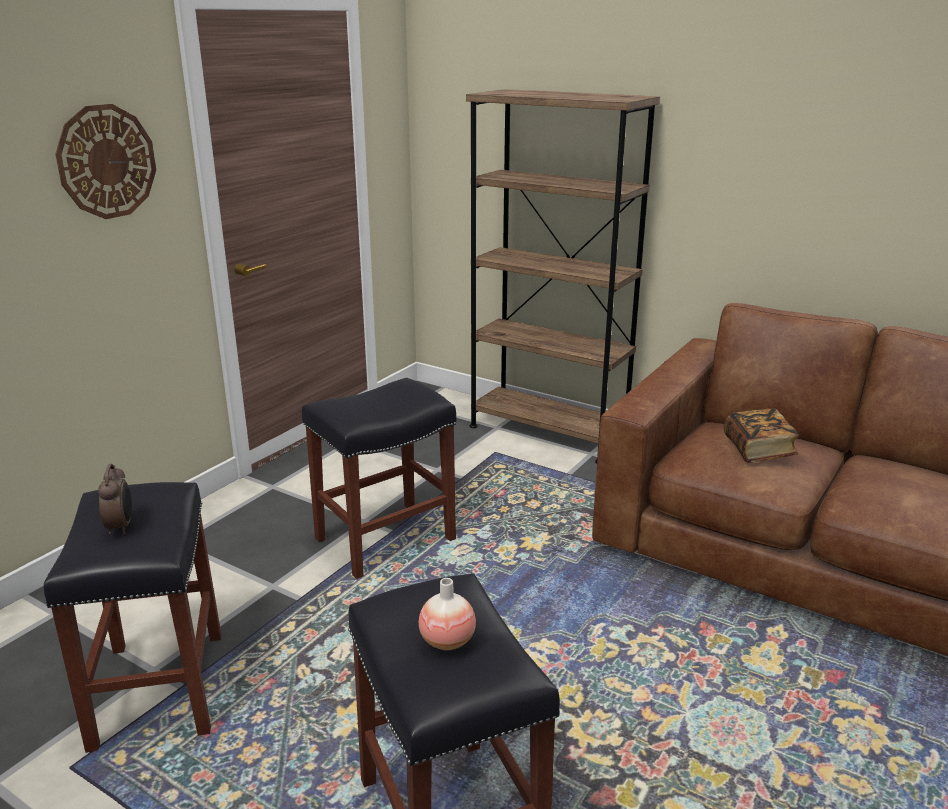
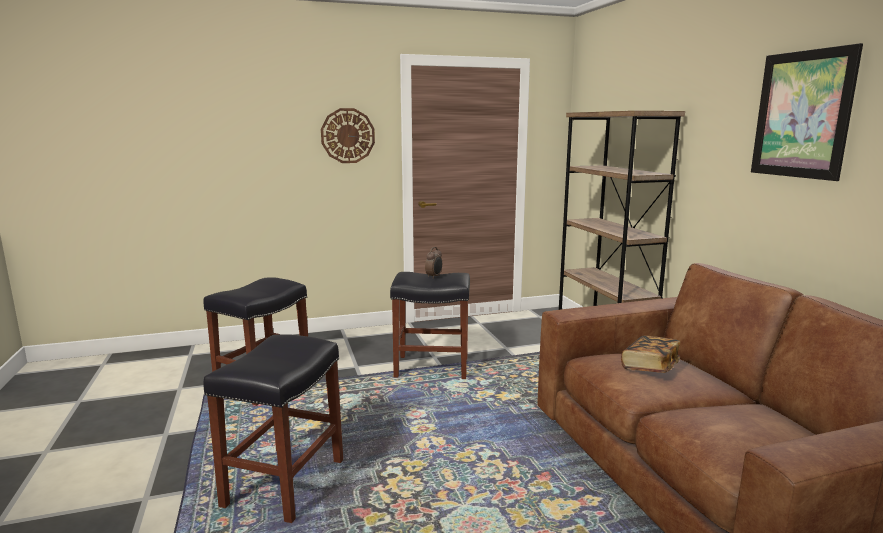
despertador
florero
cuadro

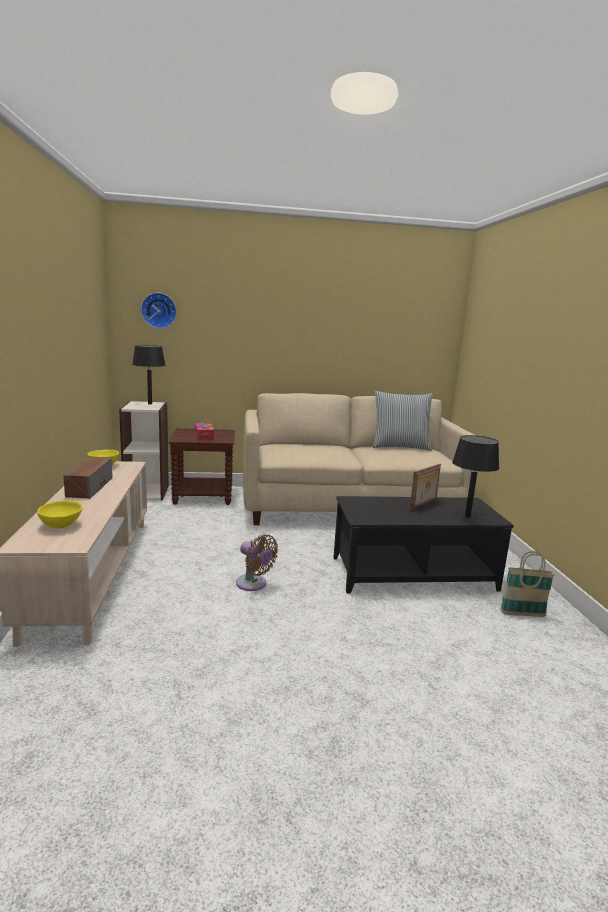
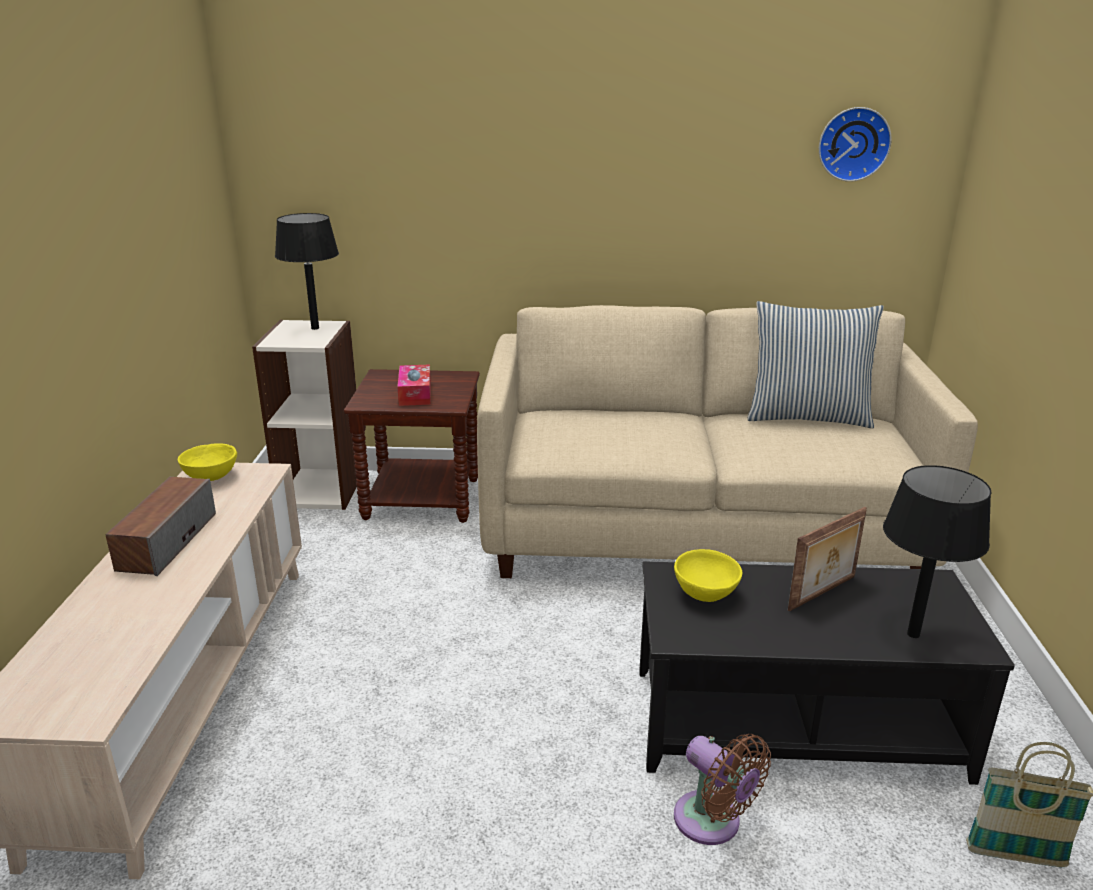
cuenco/amarillo (no. 2 from left)
reloj de pared
ventilador/marrón

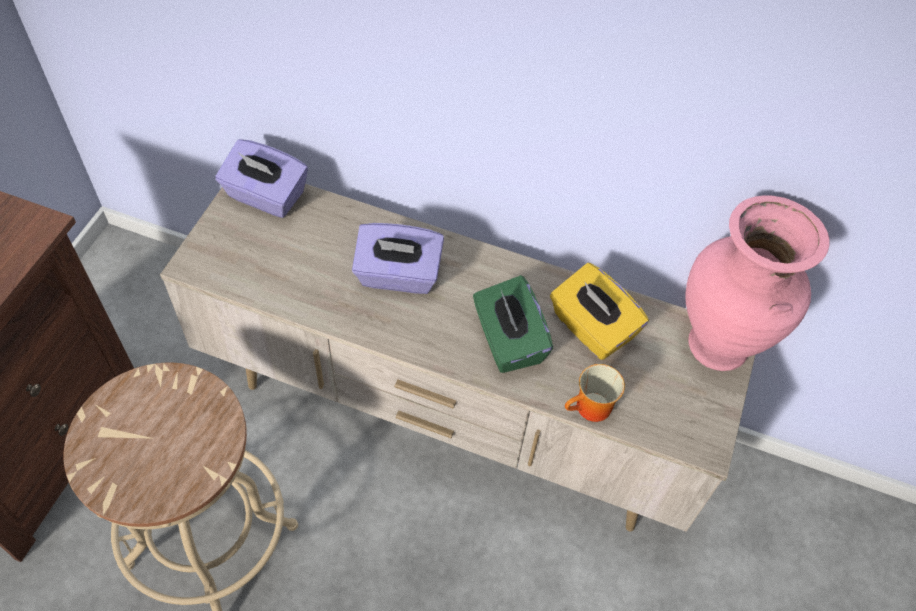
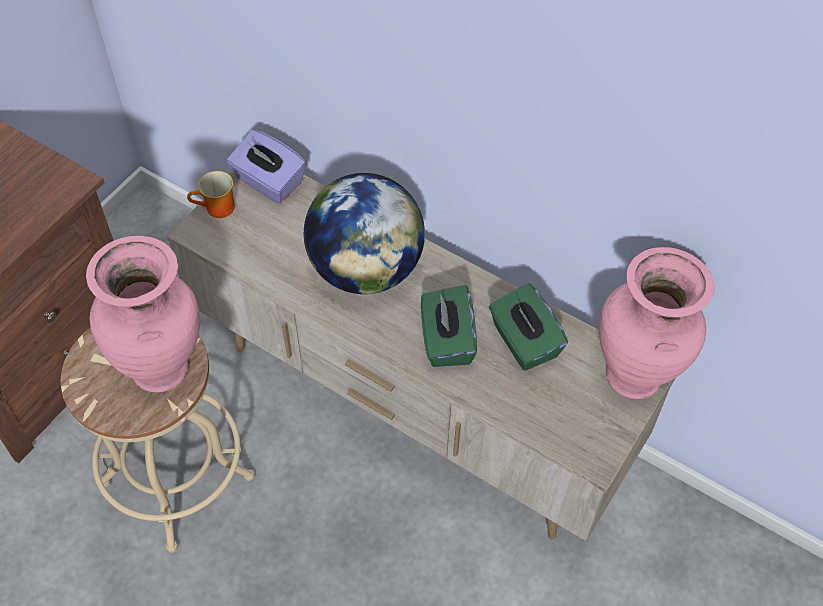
globo terráqueo
caja de pañuelos/verde (no. 2 from left)
taza grande
florero/rosa (no. 1 from left)

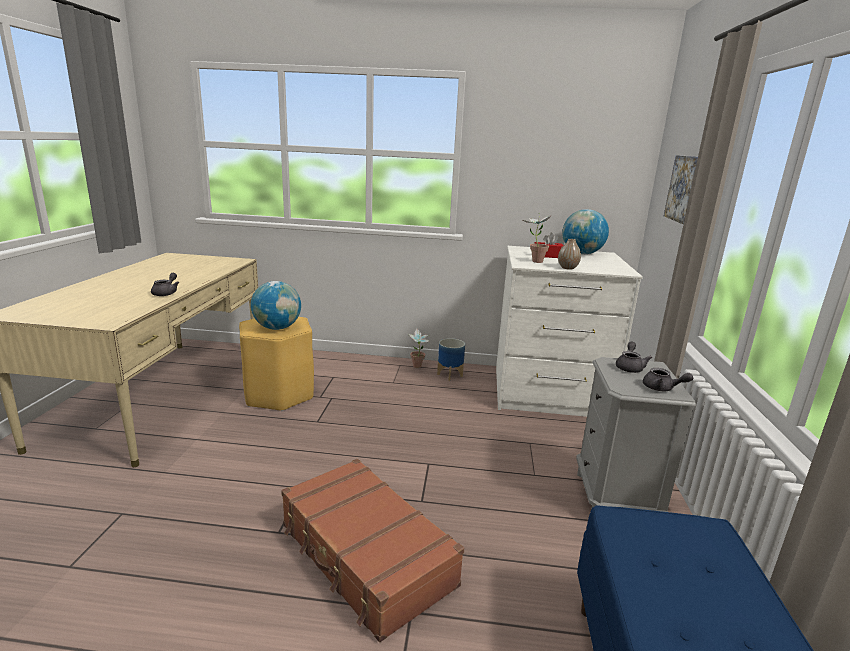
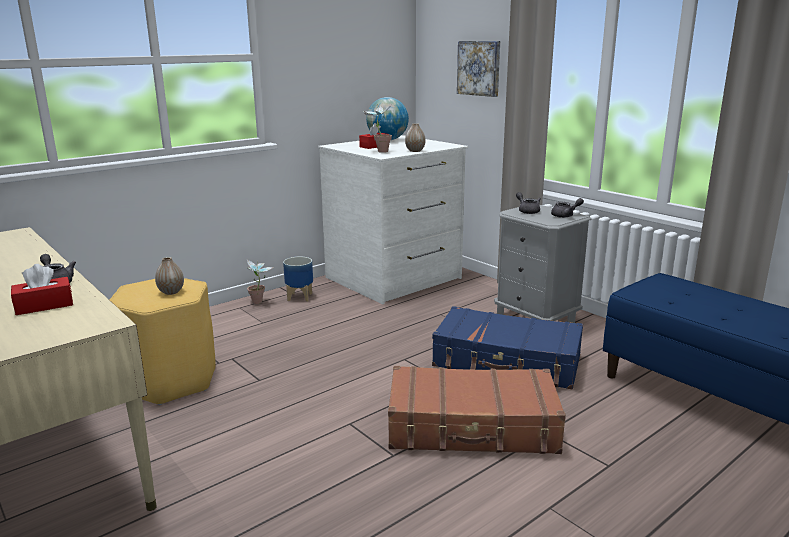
florero (no. 1 from left)
caja de pañuelos/rojo (no. 1 from left)
maleta/azul

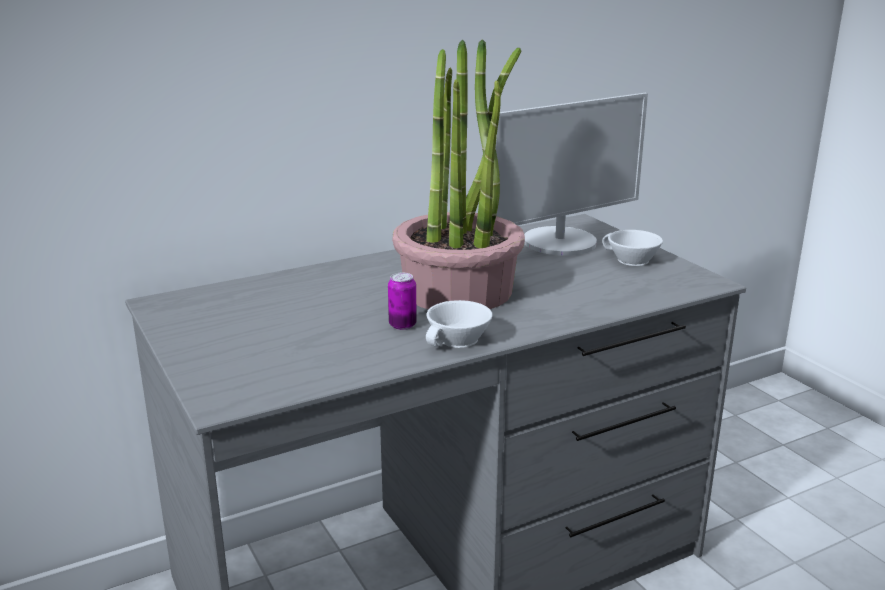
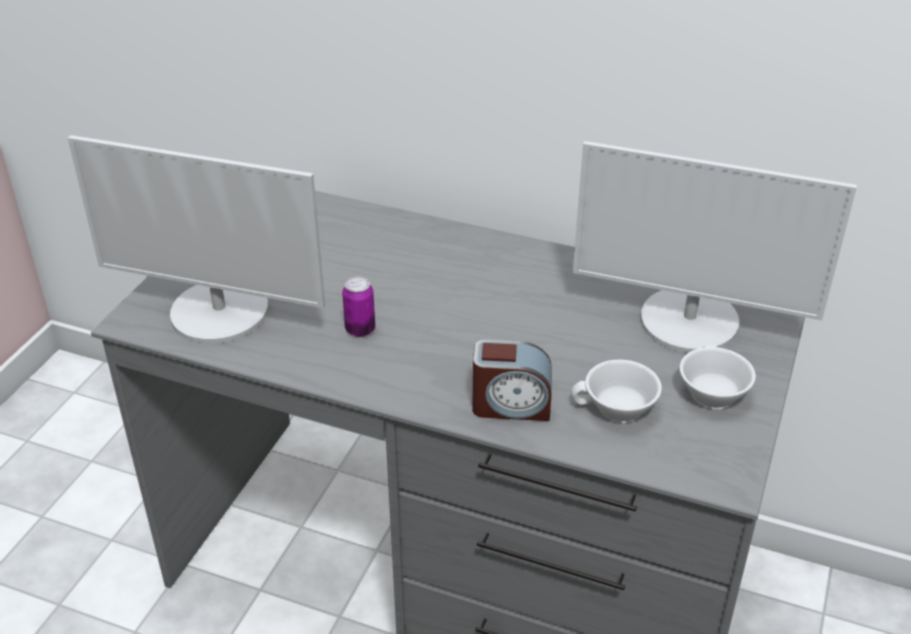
planta en maceta
taza/blanco (no. 1 from left)
monitor (no. 1 from left)
despertador

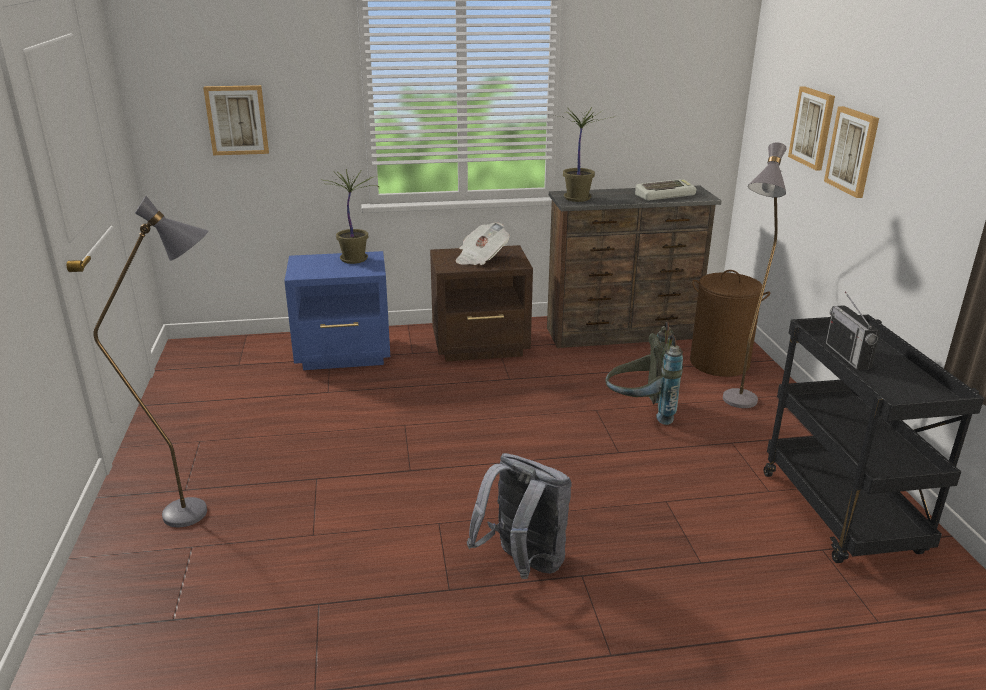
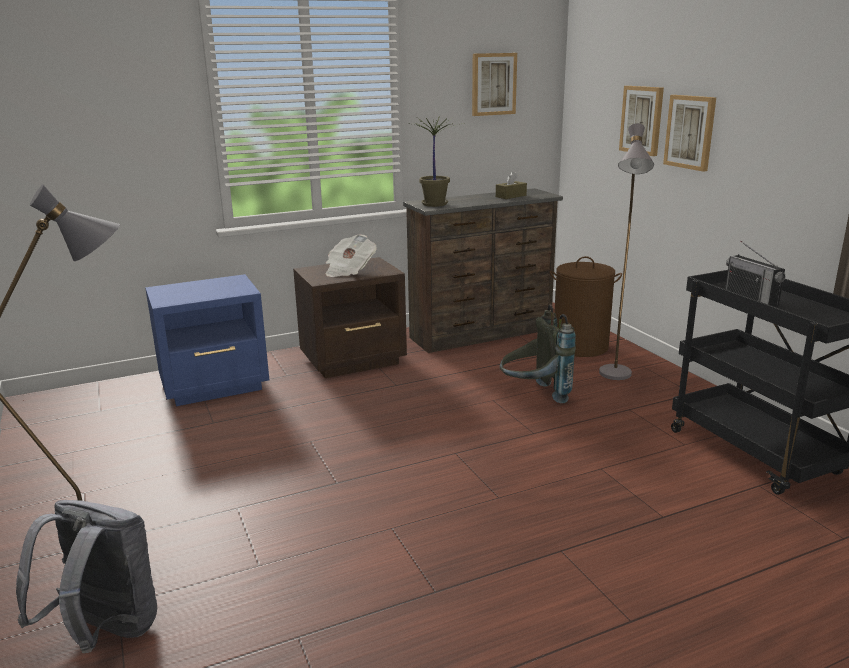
cuadro (no. 1 from left)
planta en maceta (no. 1 from left in the first image)
mochila/gris (no. 1 from left)
caja de pañuelos/marrón

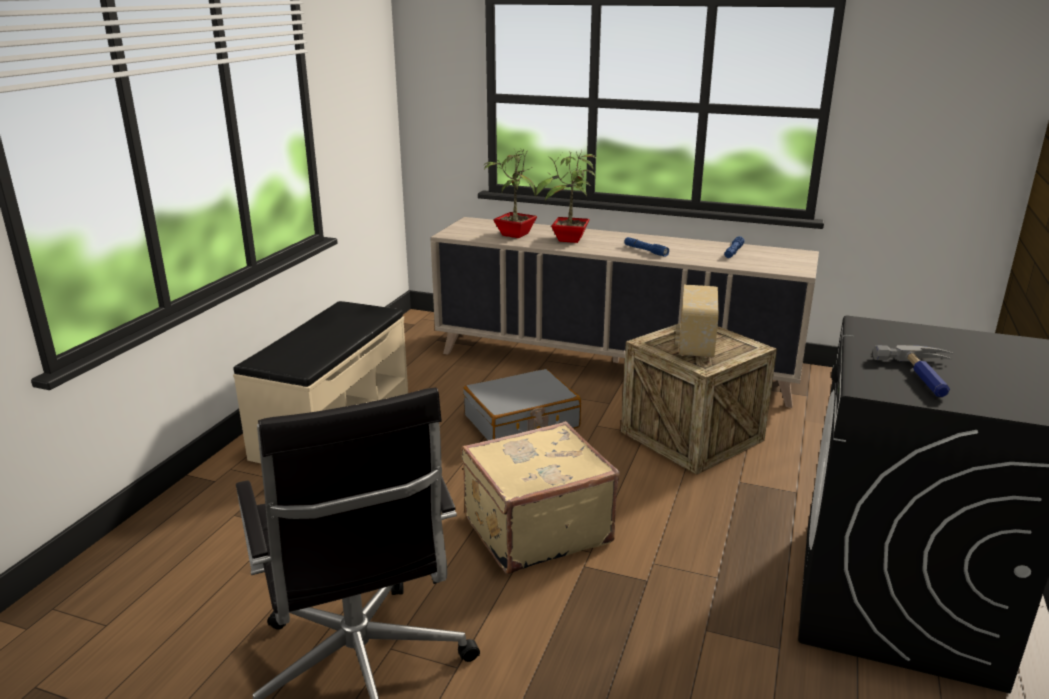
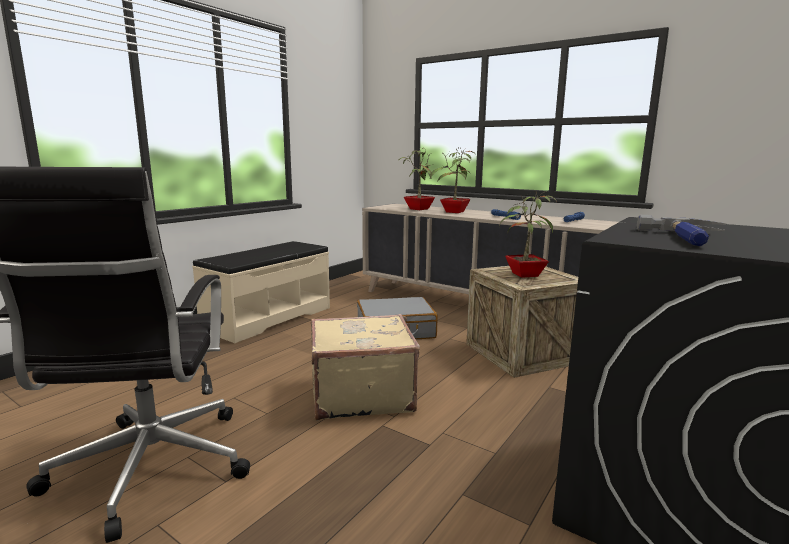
planta en maceta (no. 3 from left)

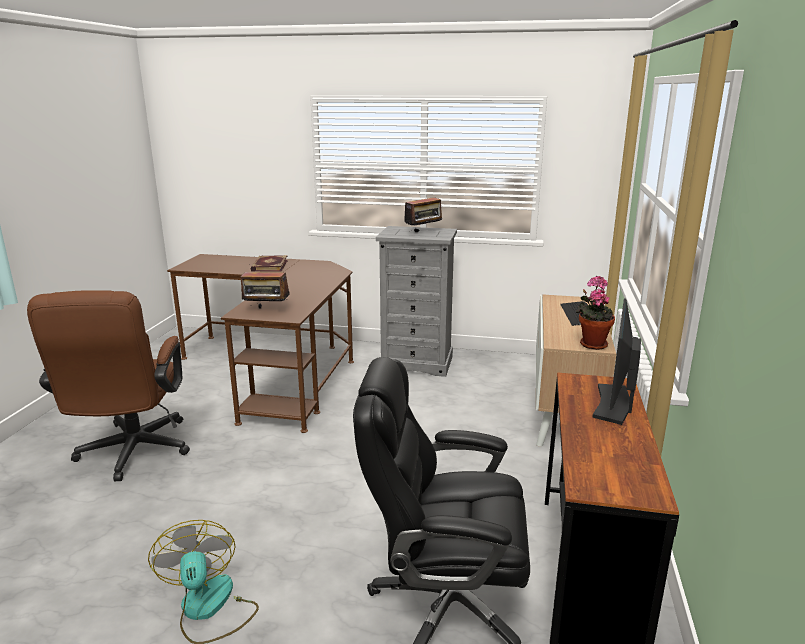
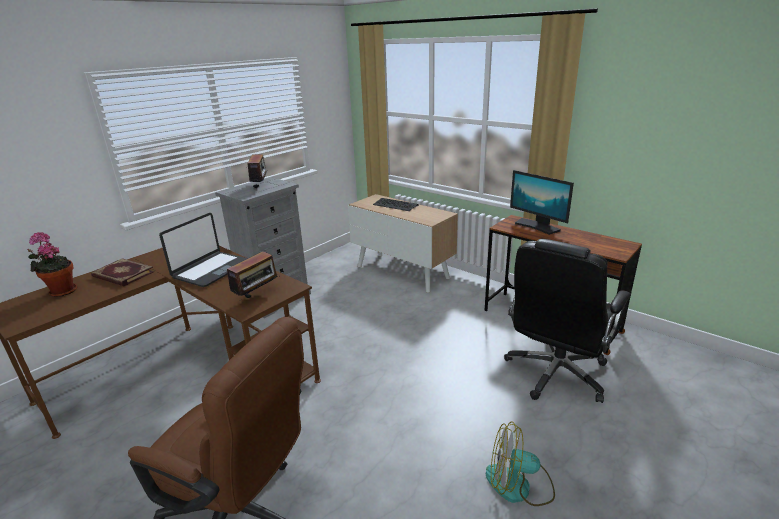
planta en maceta
portátil

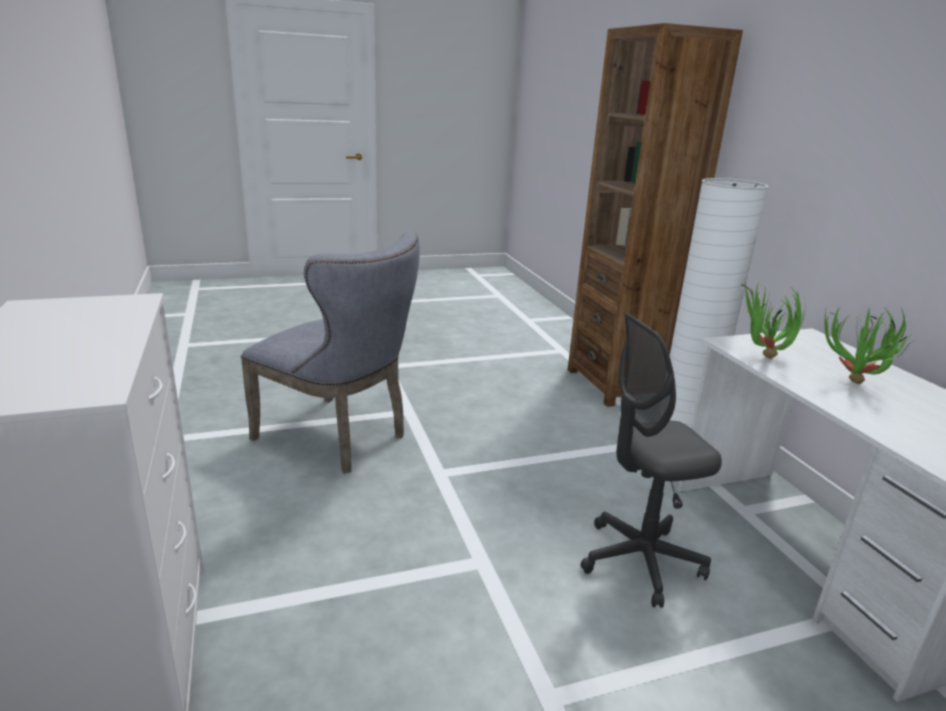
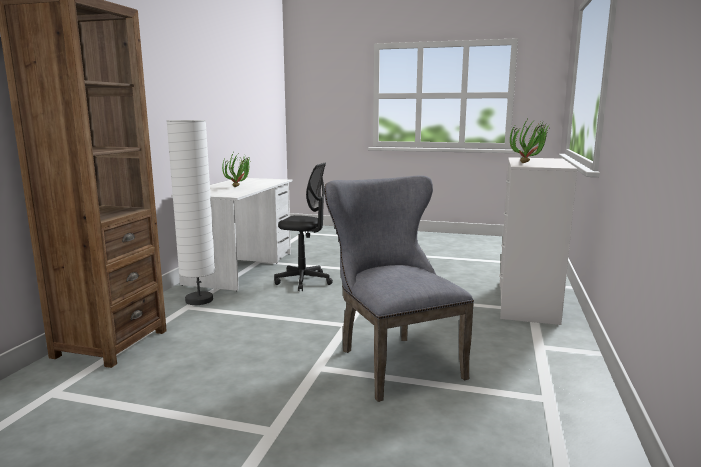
planta en maceta (no. 2 from left)

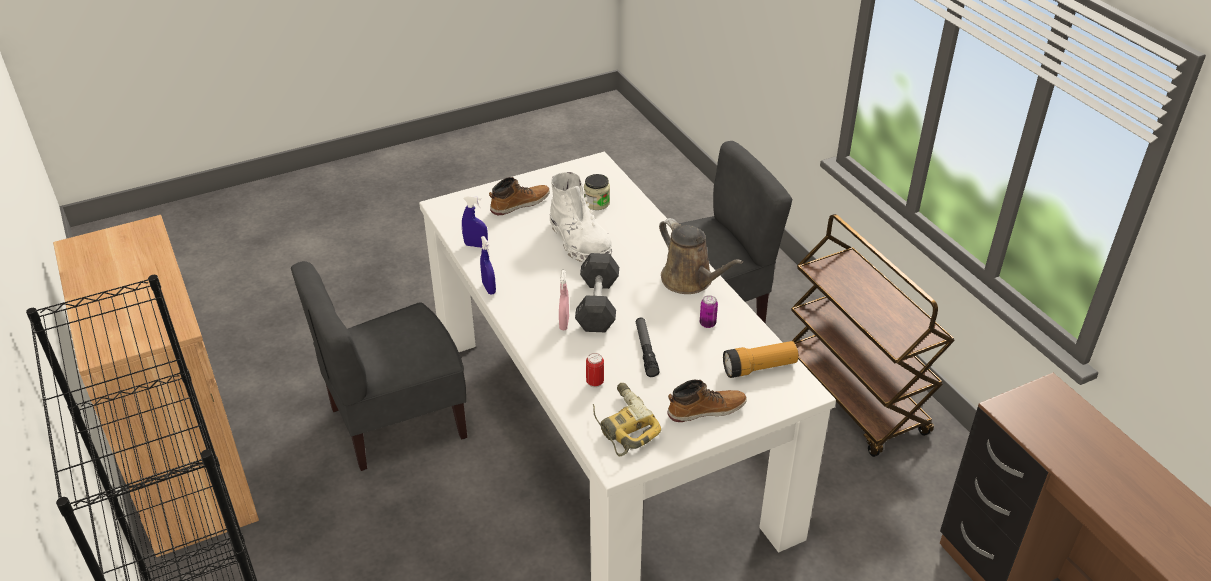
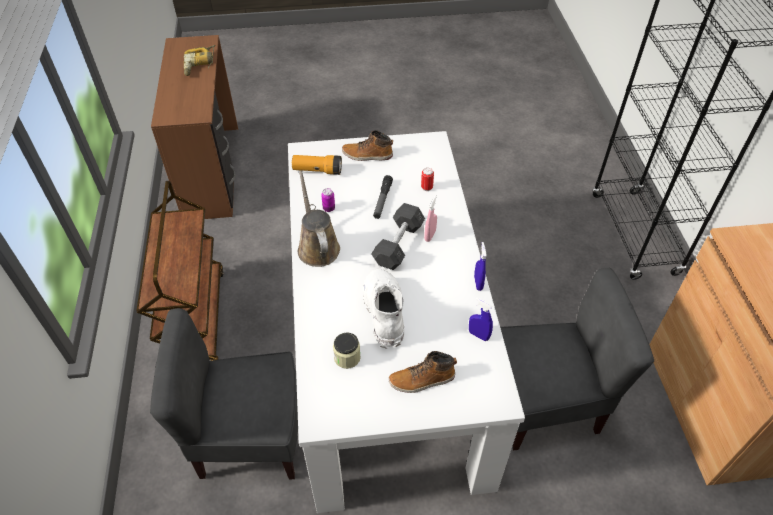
taladro

